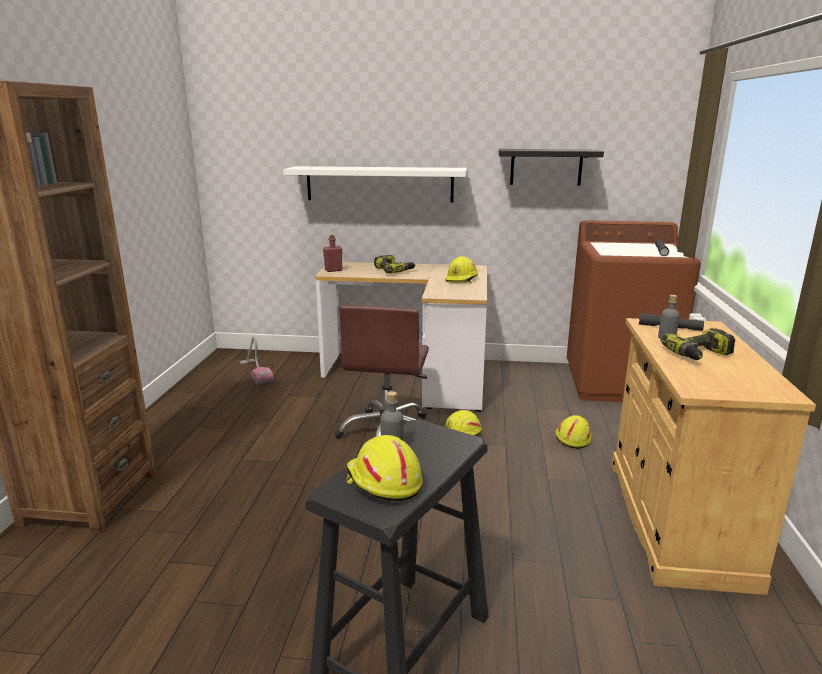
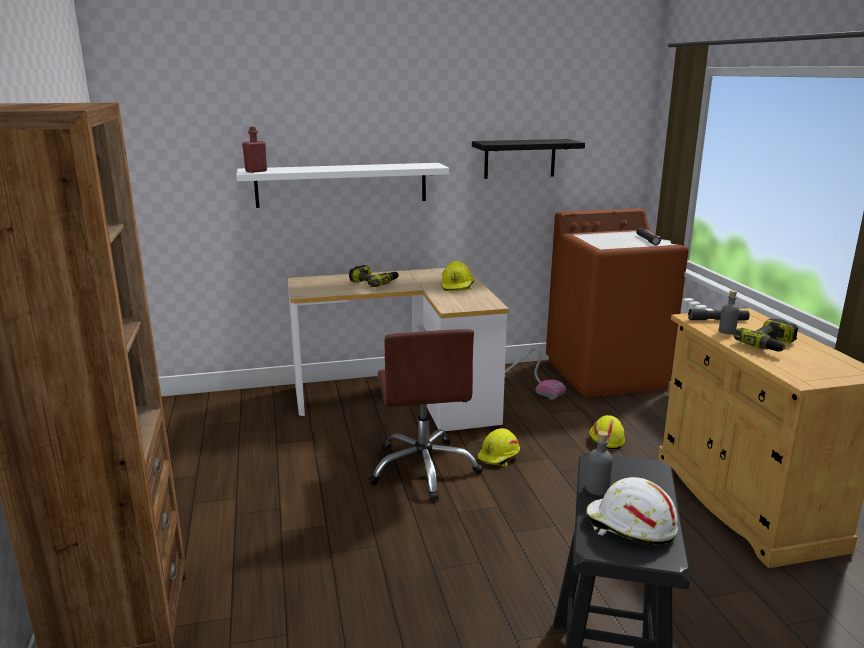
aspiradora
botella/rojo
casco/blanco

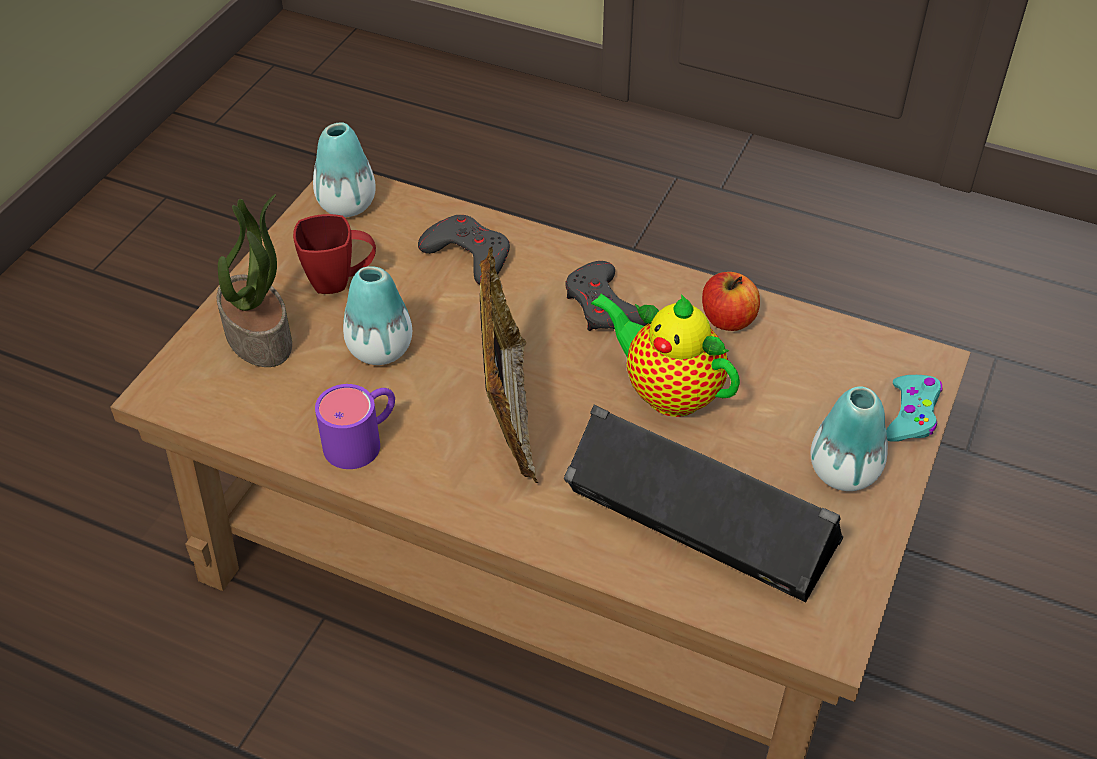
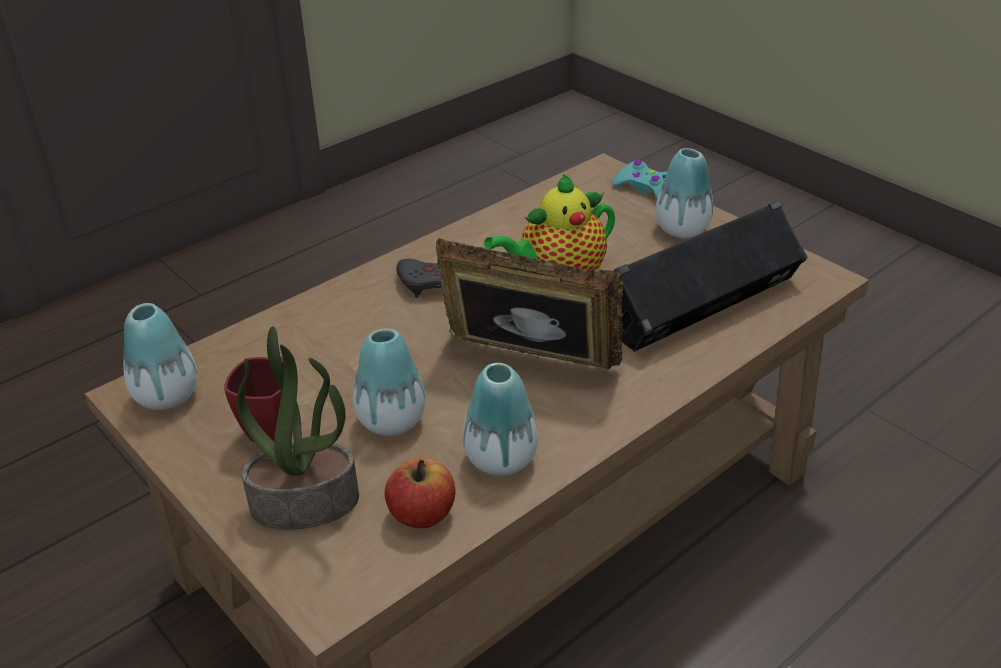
florero (no. 3 from left)
mando de consola/gris (no. 1 from left in the first image)
manzana

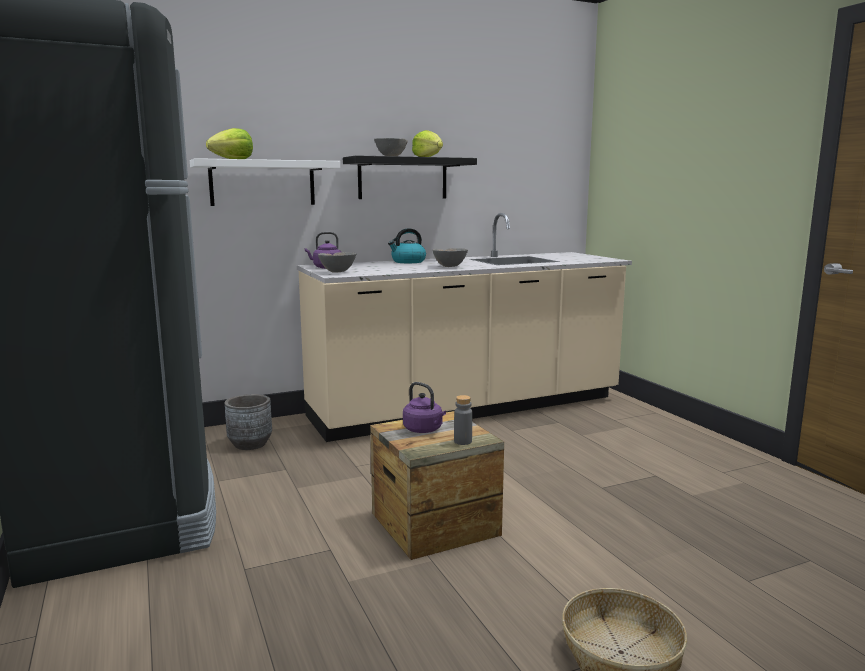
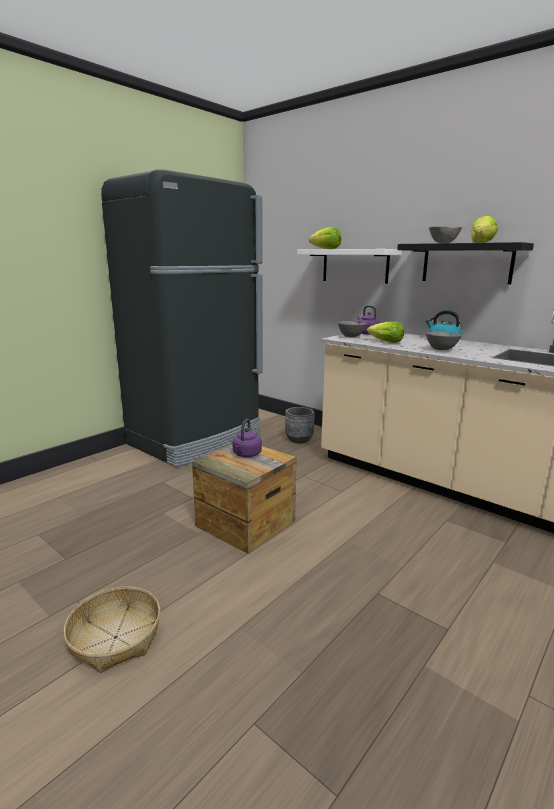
botella/gris
lechuga (no. 2 from left)

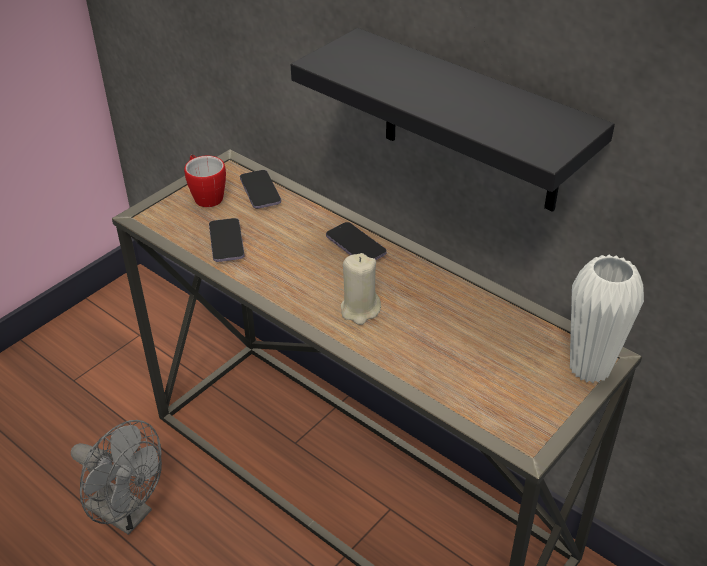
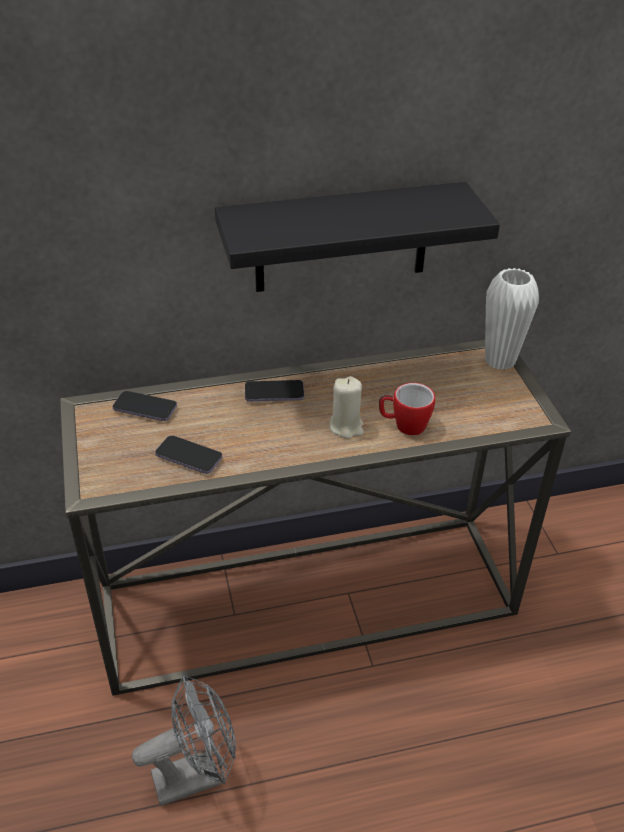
taza grande

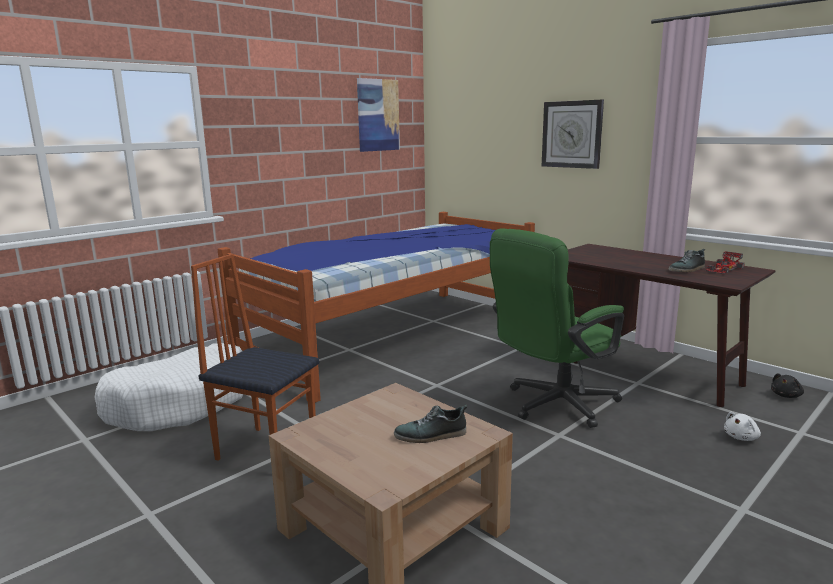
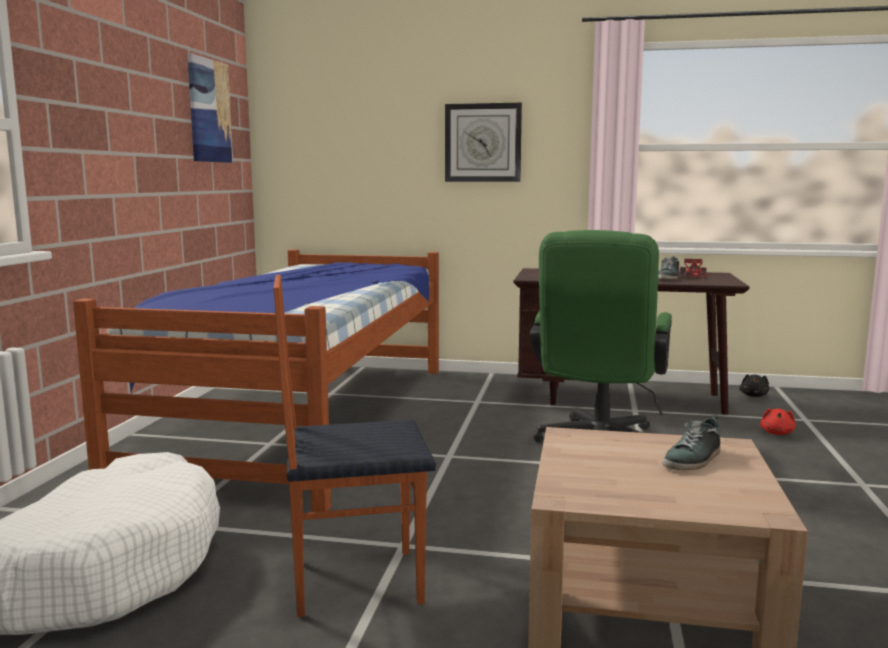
peluche/rojo

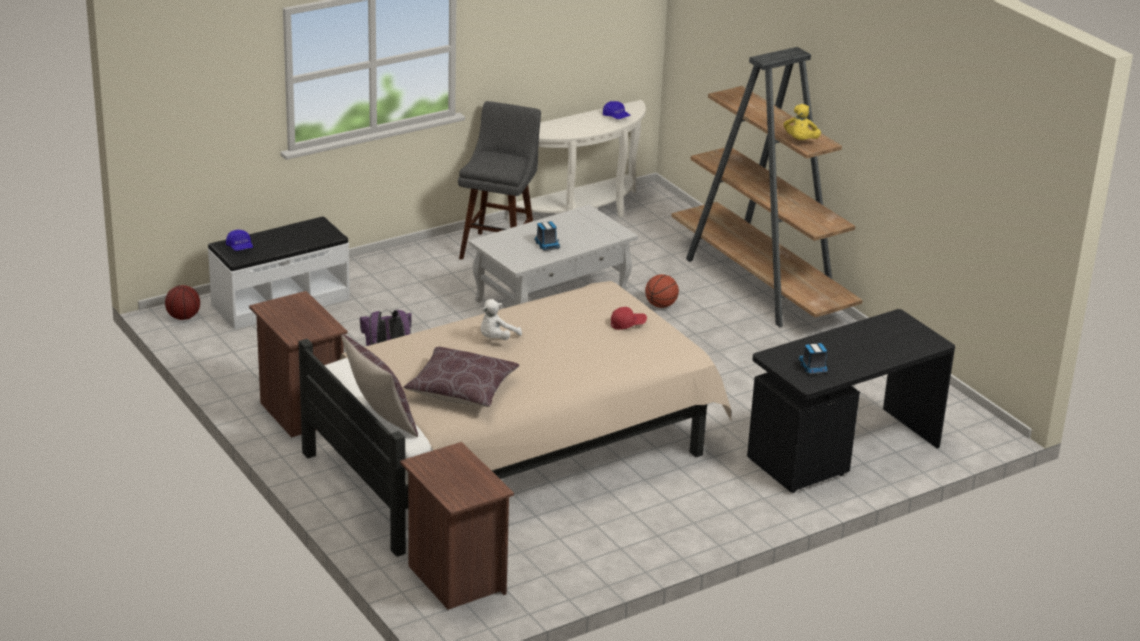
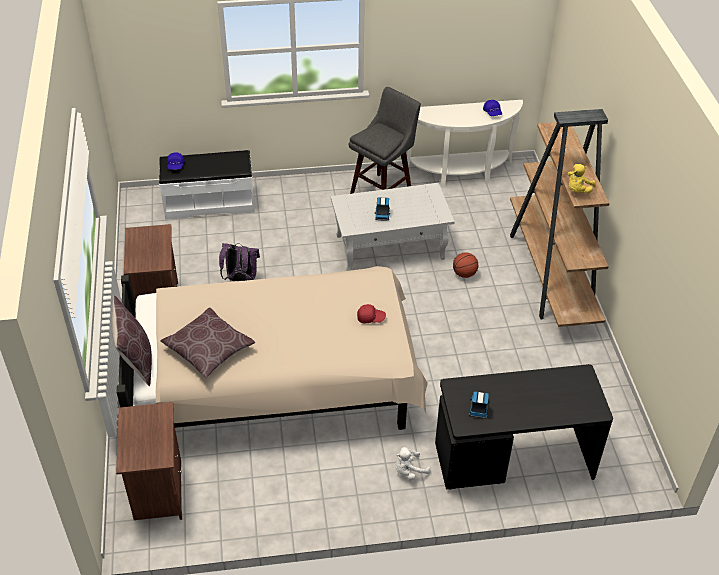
balón de baloncesto (no. 1 from left in the first image)
peluche/blanco

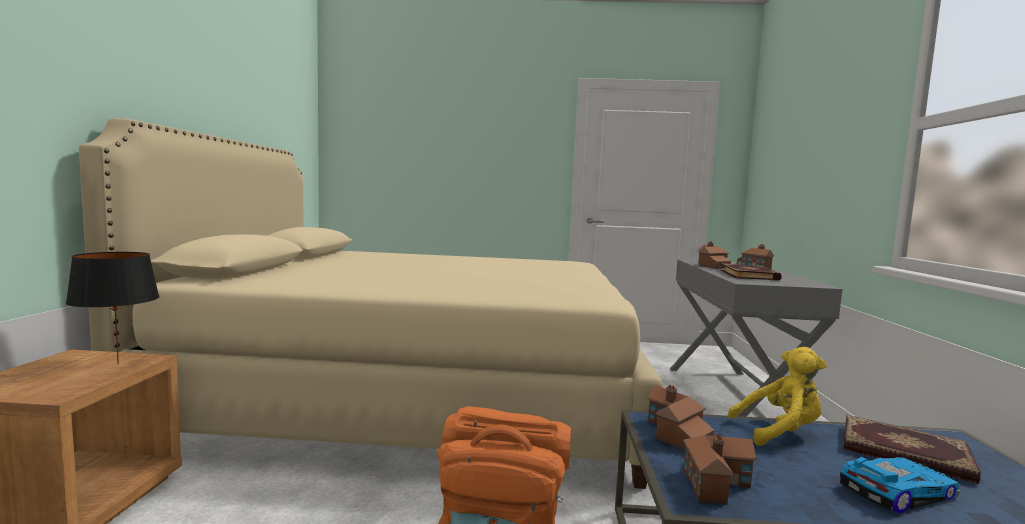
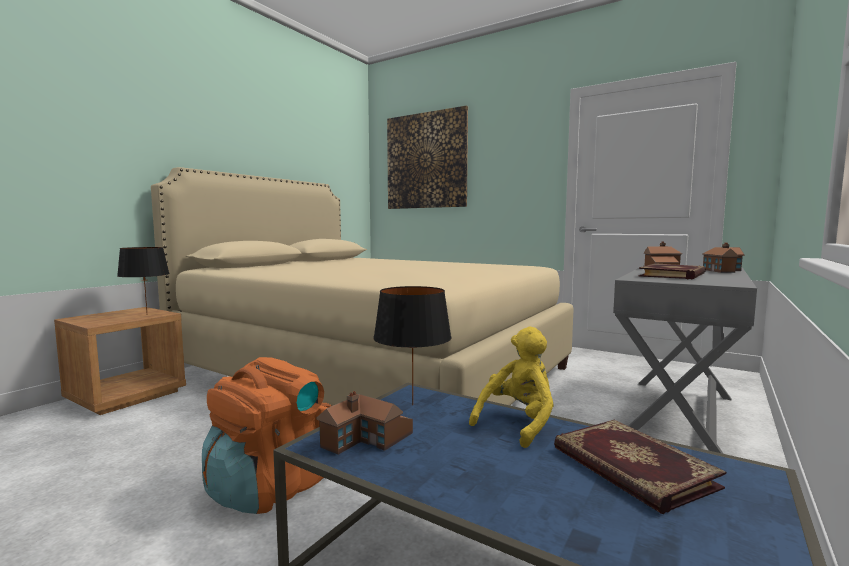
lámpara de mesa/negro (no. 2 from left)
peluche/amarillo
coche de juguete
cuadro

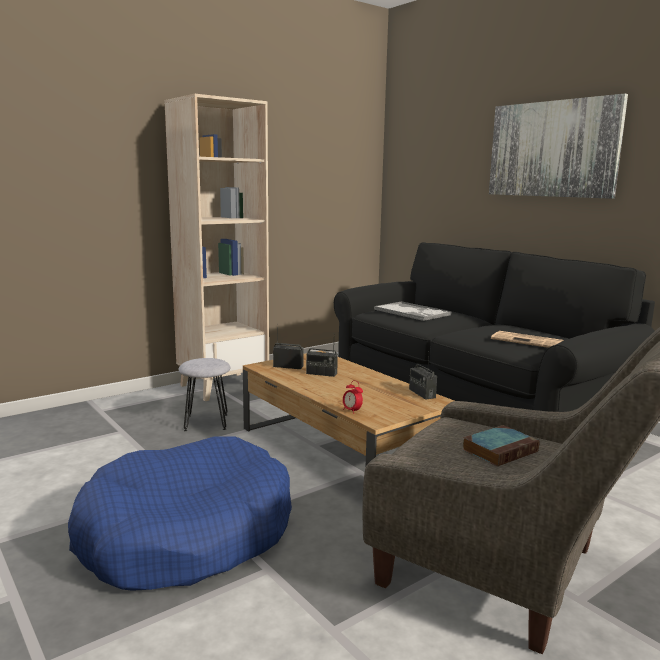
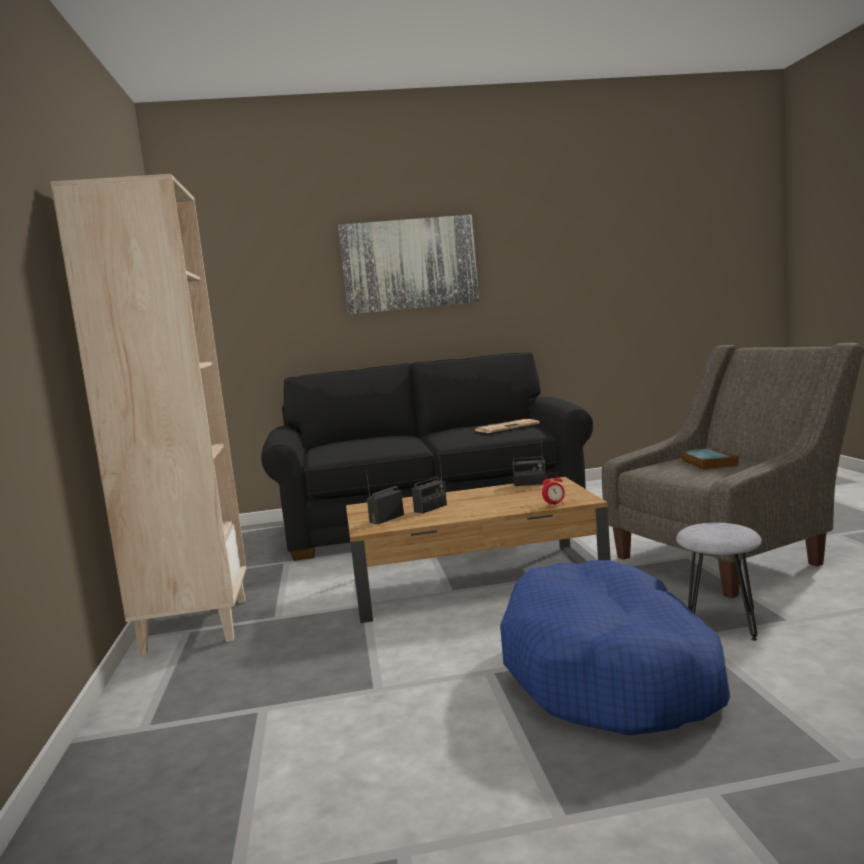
taburete/gris
bandeja

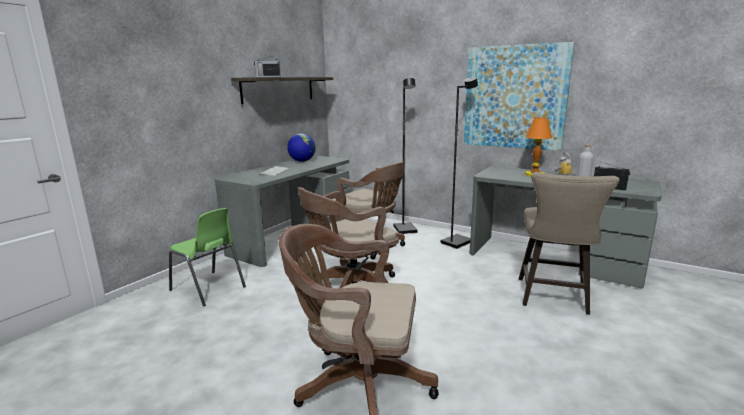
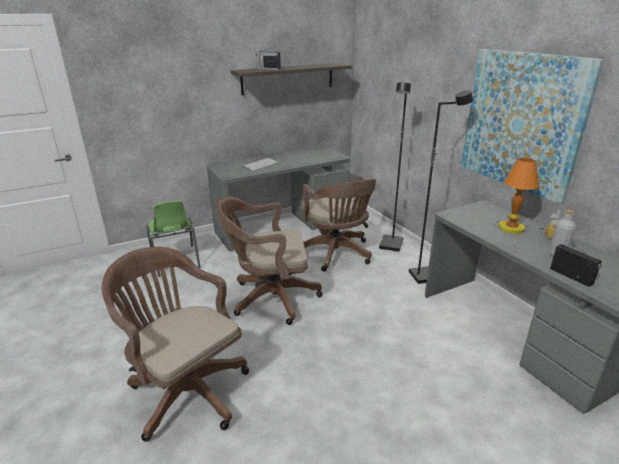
globo terráqueo
taburete/beis

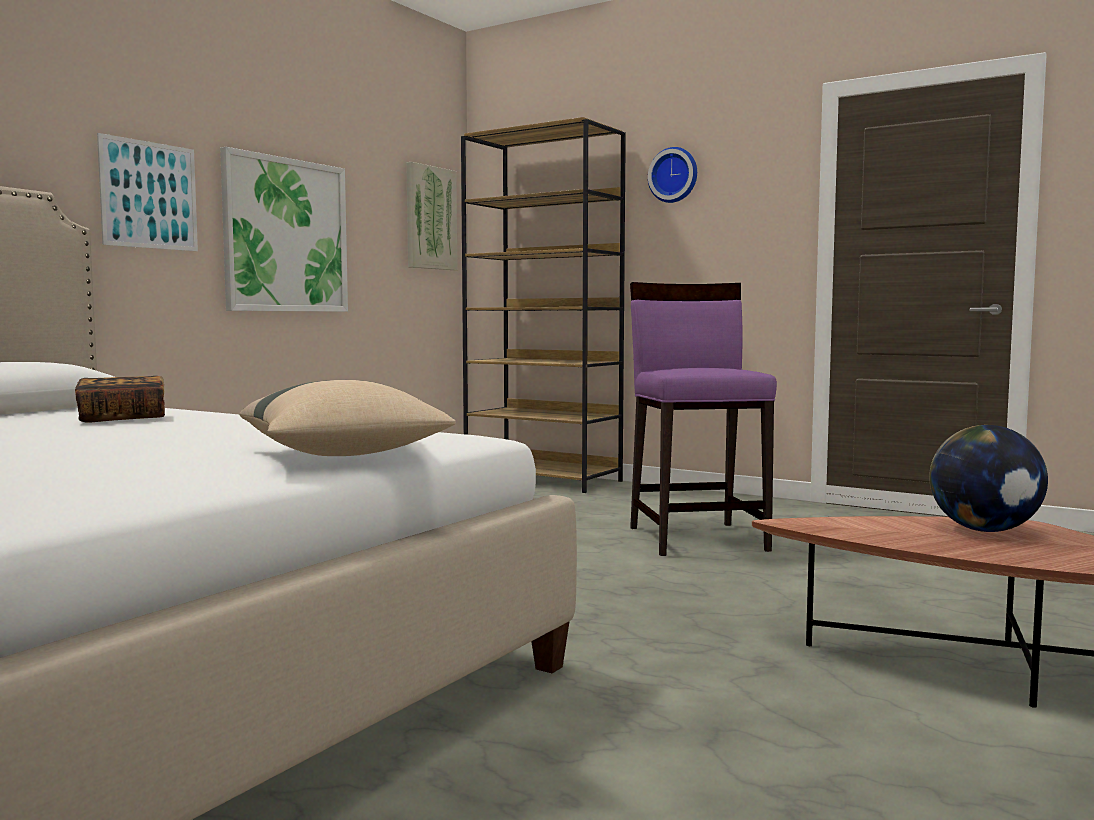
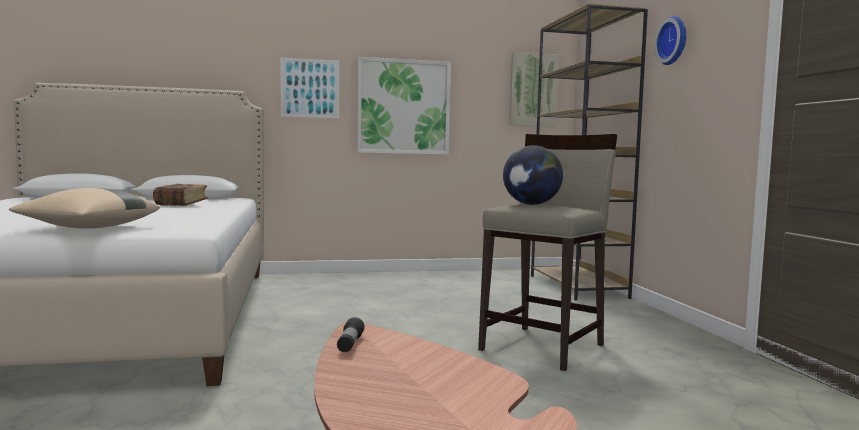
taburete/beis
globo terráqueo
linterna

